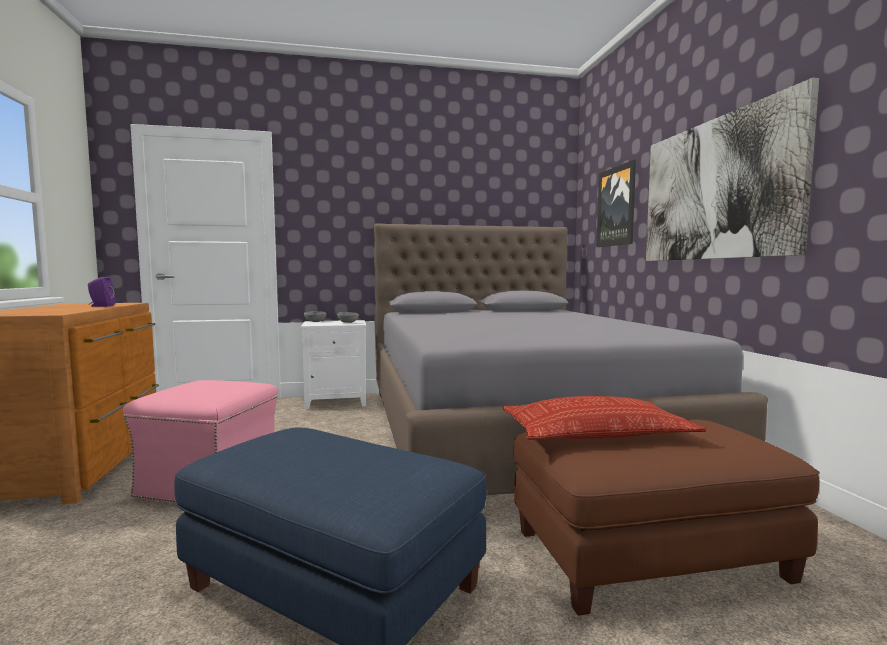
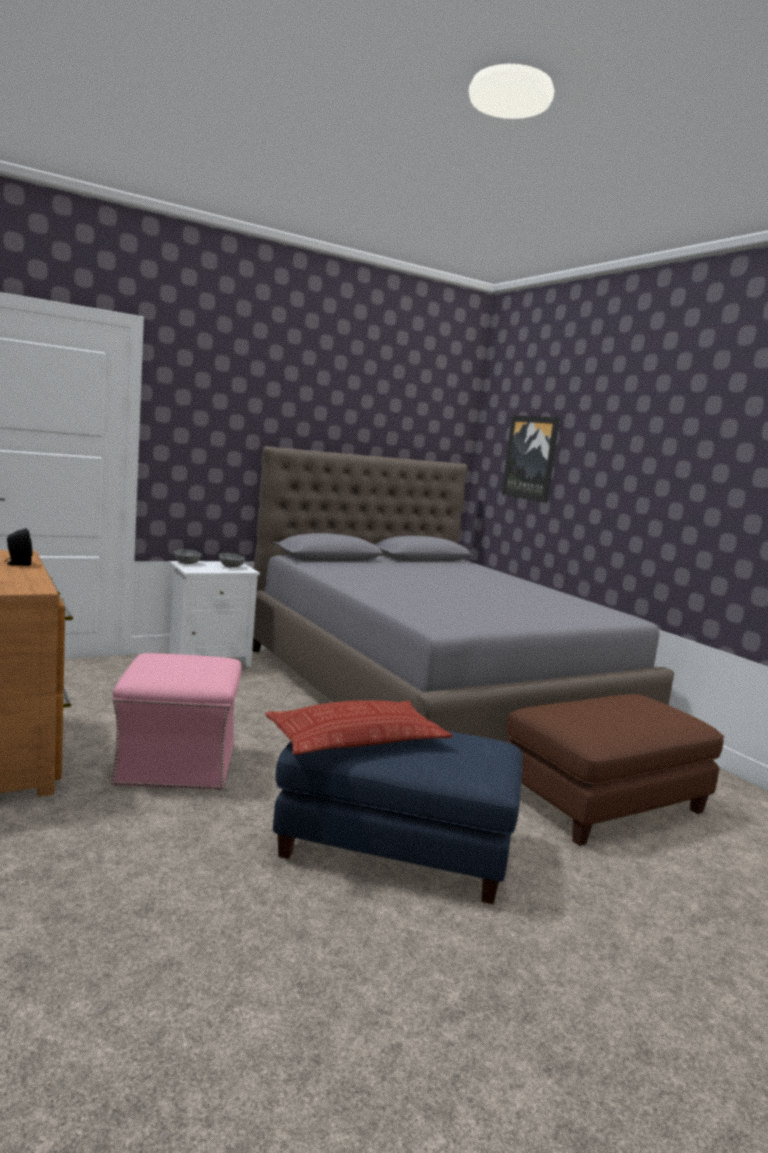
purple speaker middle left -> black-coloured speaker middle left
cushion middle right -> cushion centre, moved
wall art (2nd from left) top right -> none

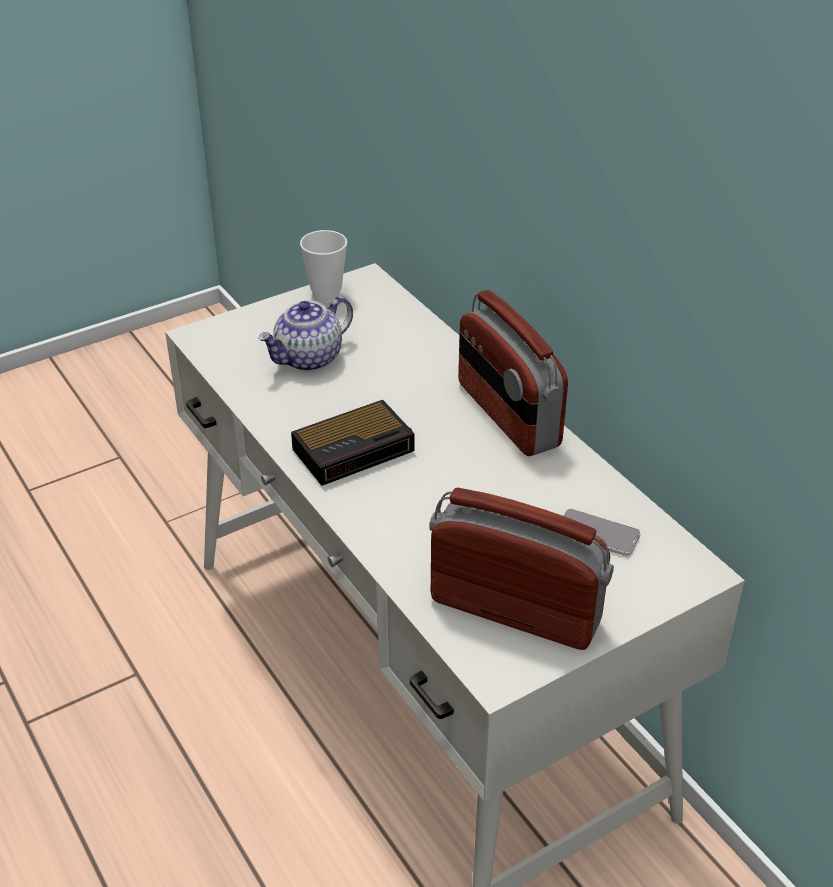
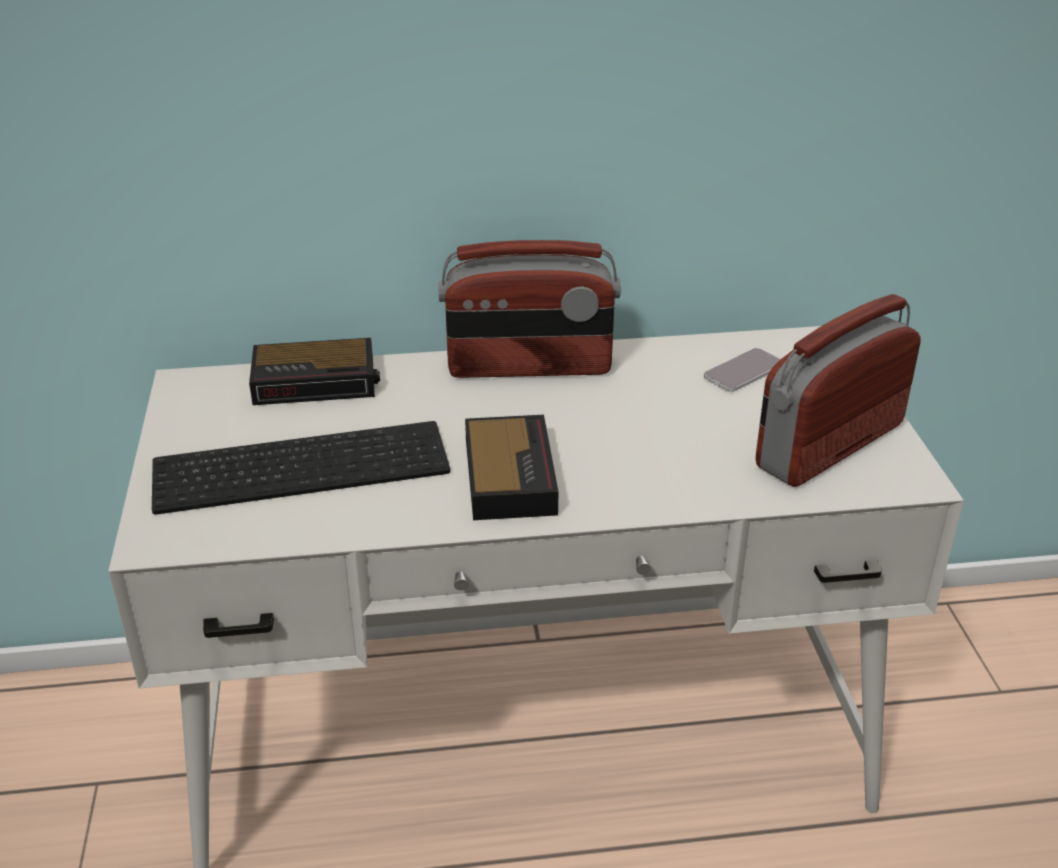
tea pot centre -> PC keyboard middle left
none -> table clock (1st from left) middle left
small cup top centre -> none

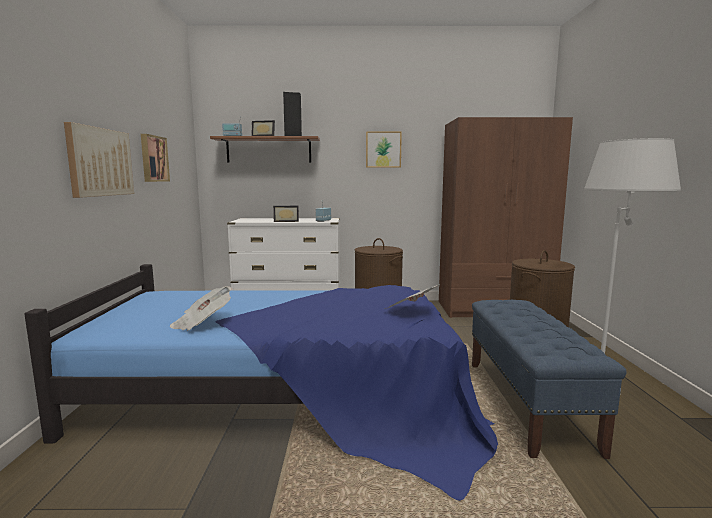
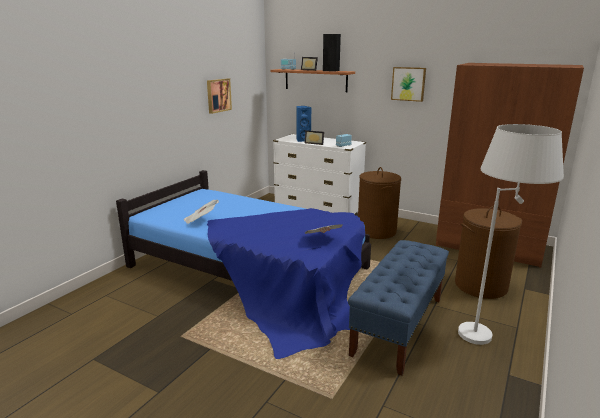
none -> blue-coloured speaker top centre
wall art (1st from left) top left -> none

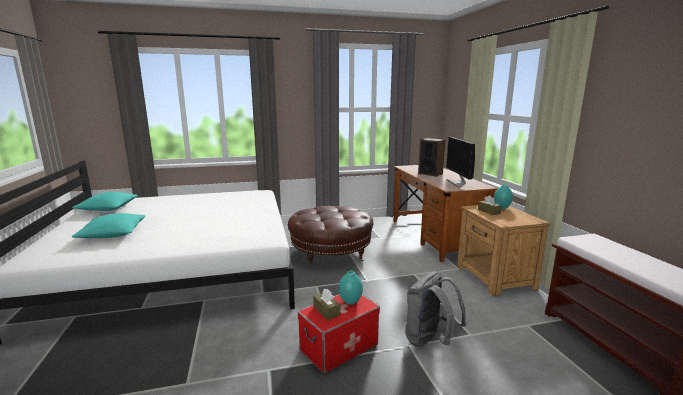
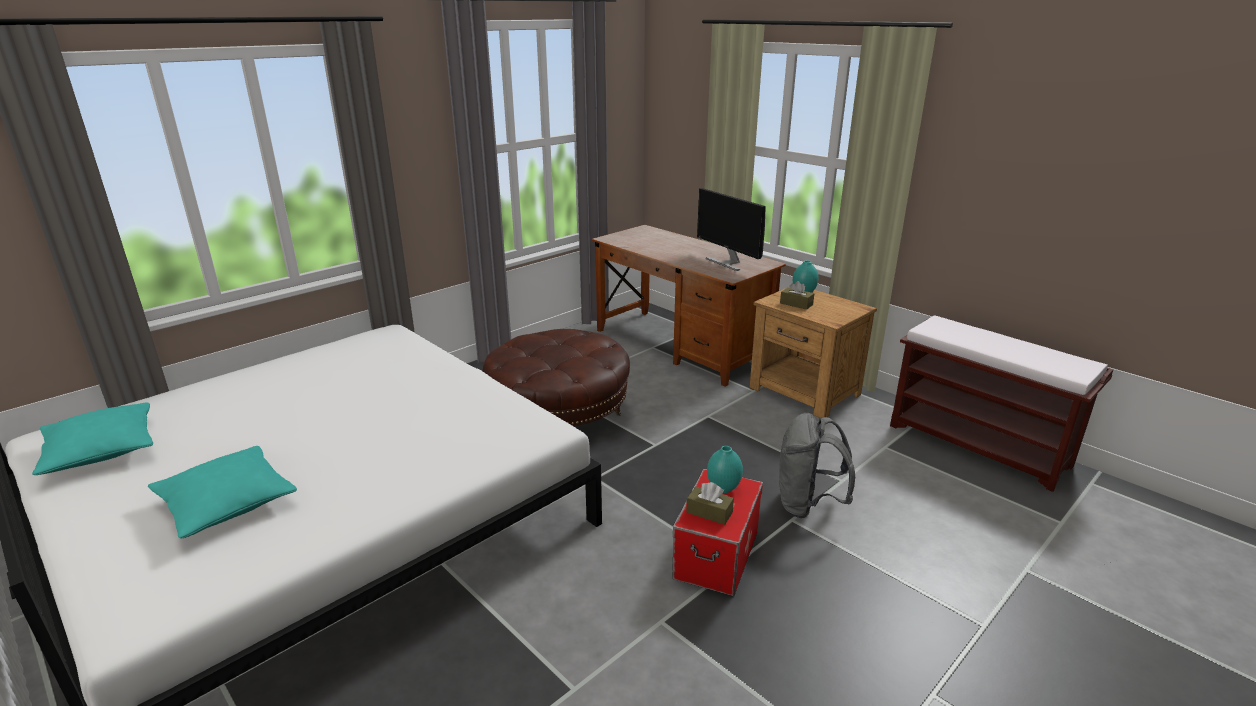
speaker centre -> none

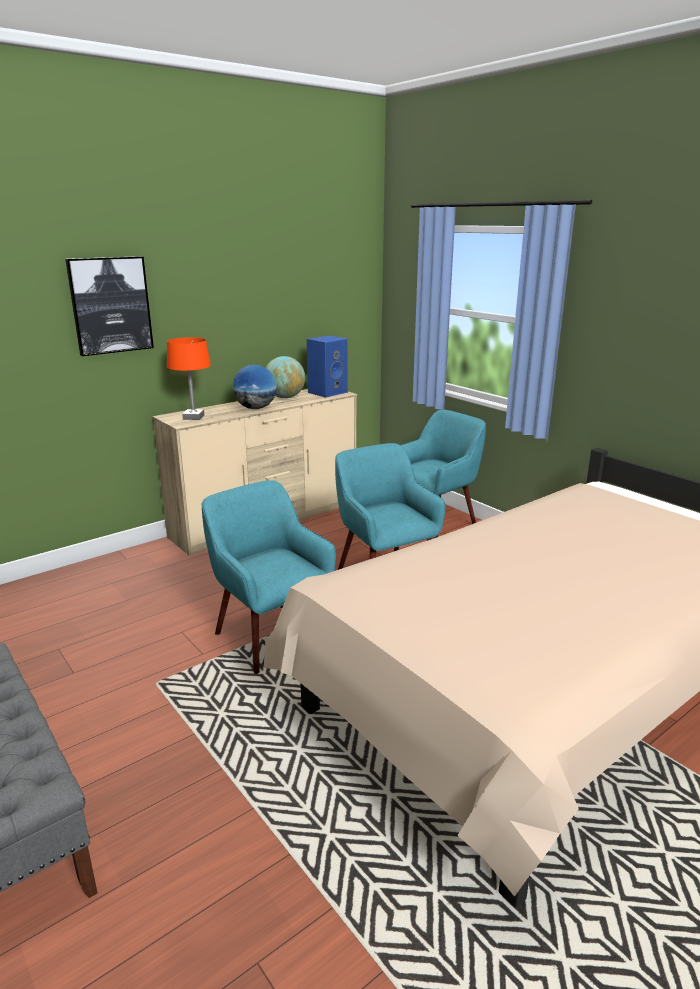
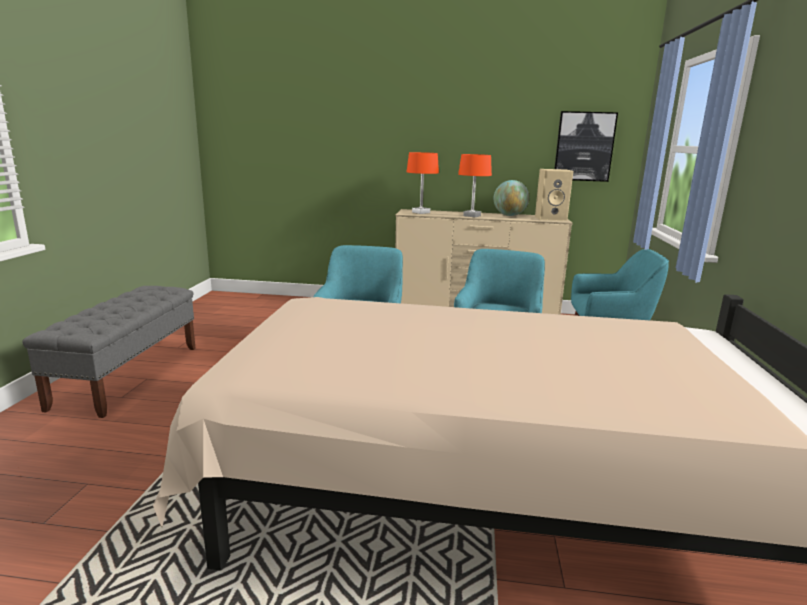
desk globe (1st from left) centre -> orange lamp for a table (2nd from left) top centre
blue-coloured speaker centre -> sand-coloured speaker top right
wall art top left -> wall art top right, moved

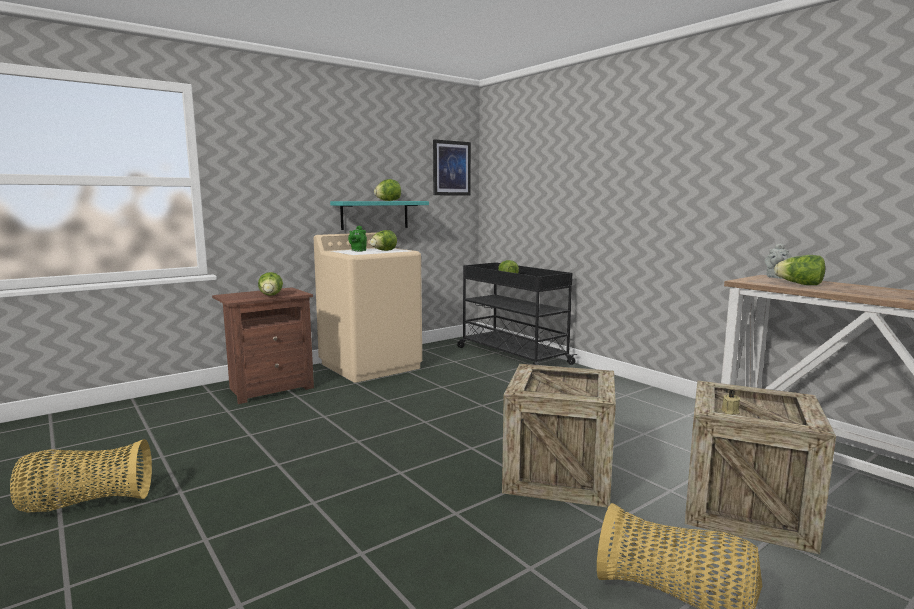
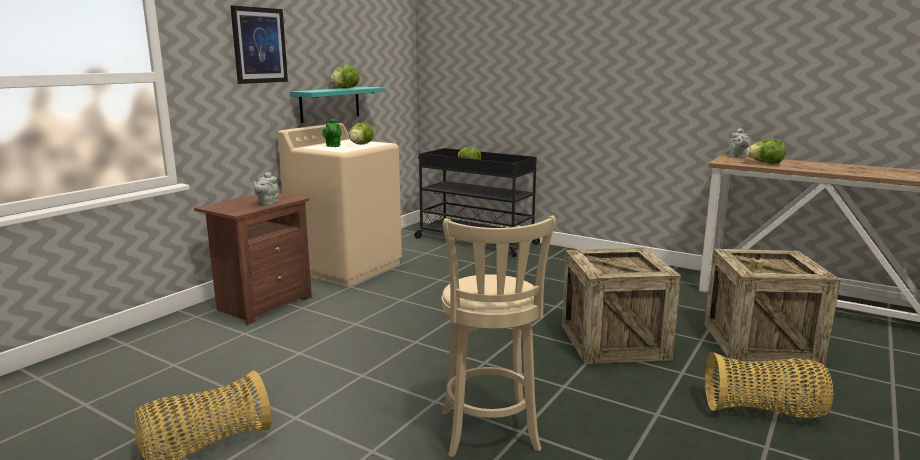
wall art top centre -> wall art top left, moved
head of lettuce (1st from left) middle left -> gray tea pot (1st from left) middle left
none -> sand-coloured stool bottom centre

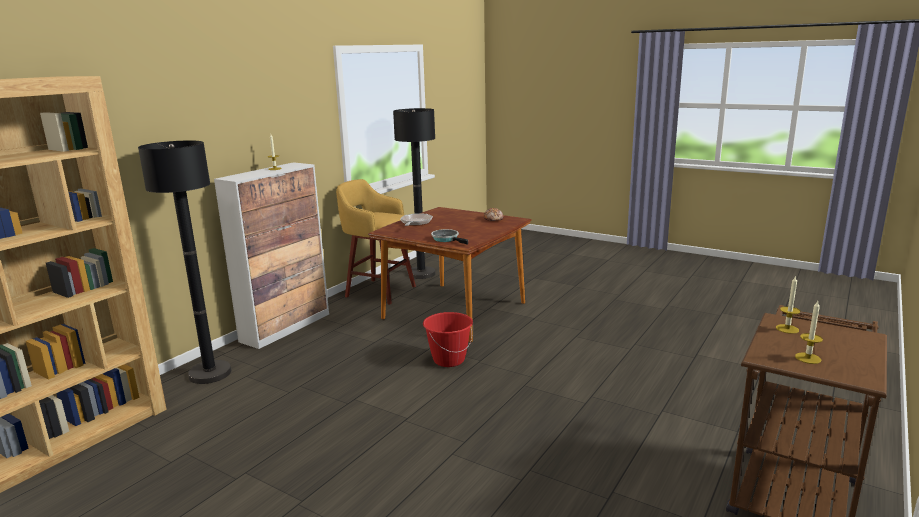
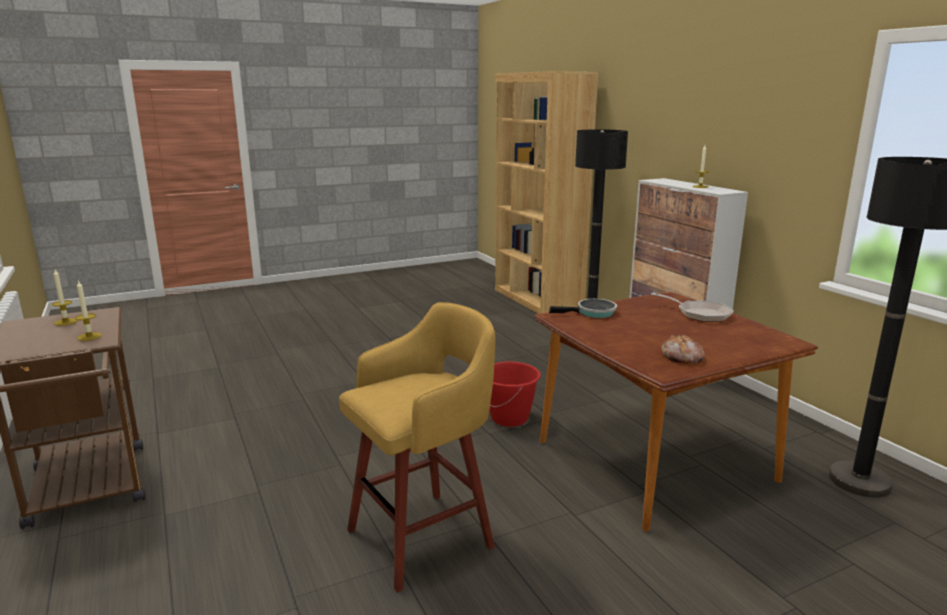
yellow stool centre -> yellow stool bottom centre, moved

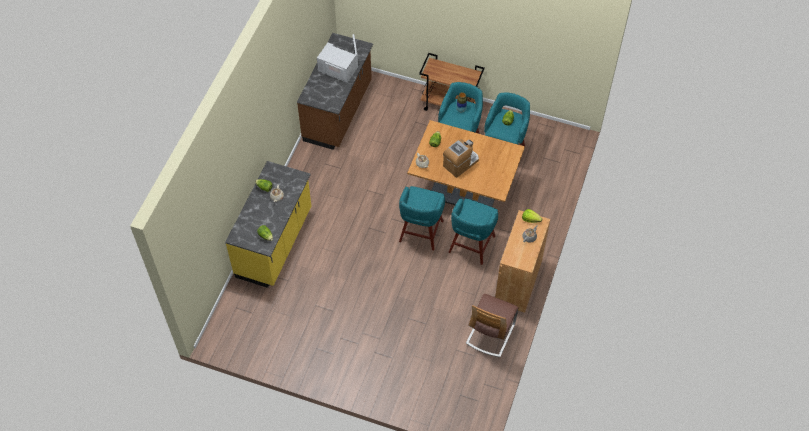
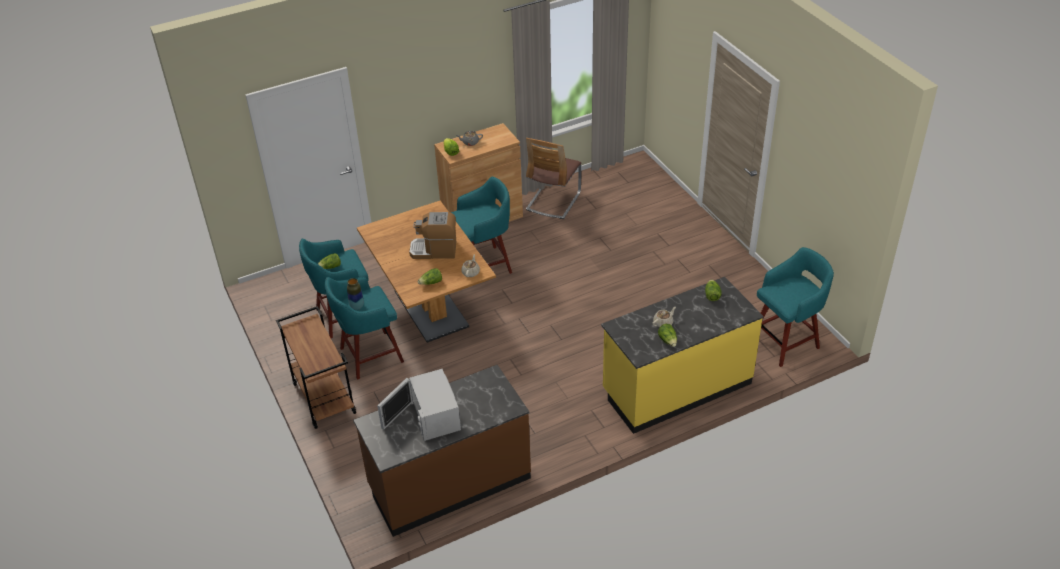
chair bottom centre -> chair top centre, 135 degrees clockwise
blue-green stool (1st from left in the first image) centre -> blue-green stool (4th from left) middle right, moved

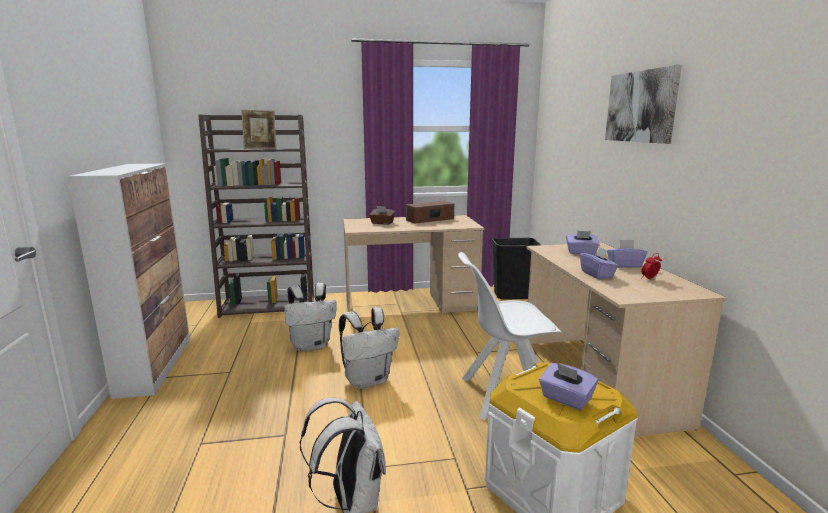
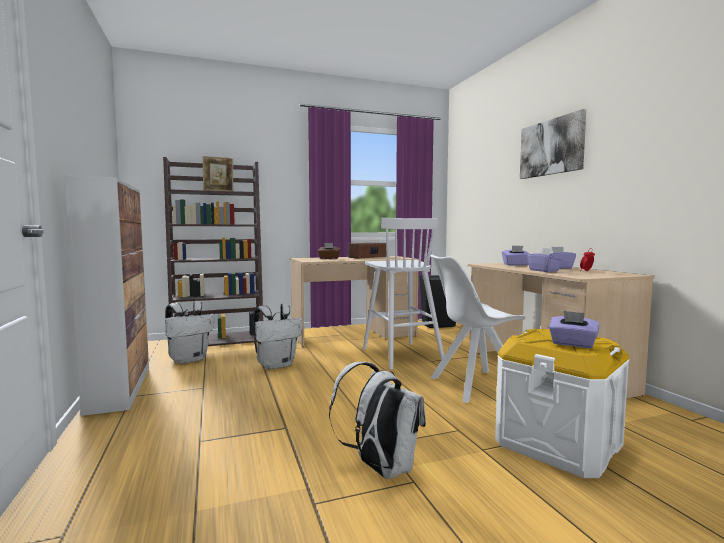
white knapsack (3rd from left in the first image) bottom centre -> white knapsack (1st from left) middle left, moved
none -> white stool centre

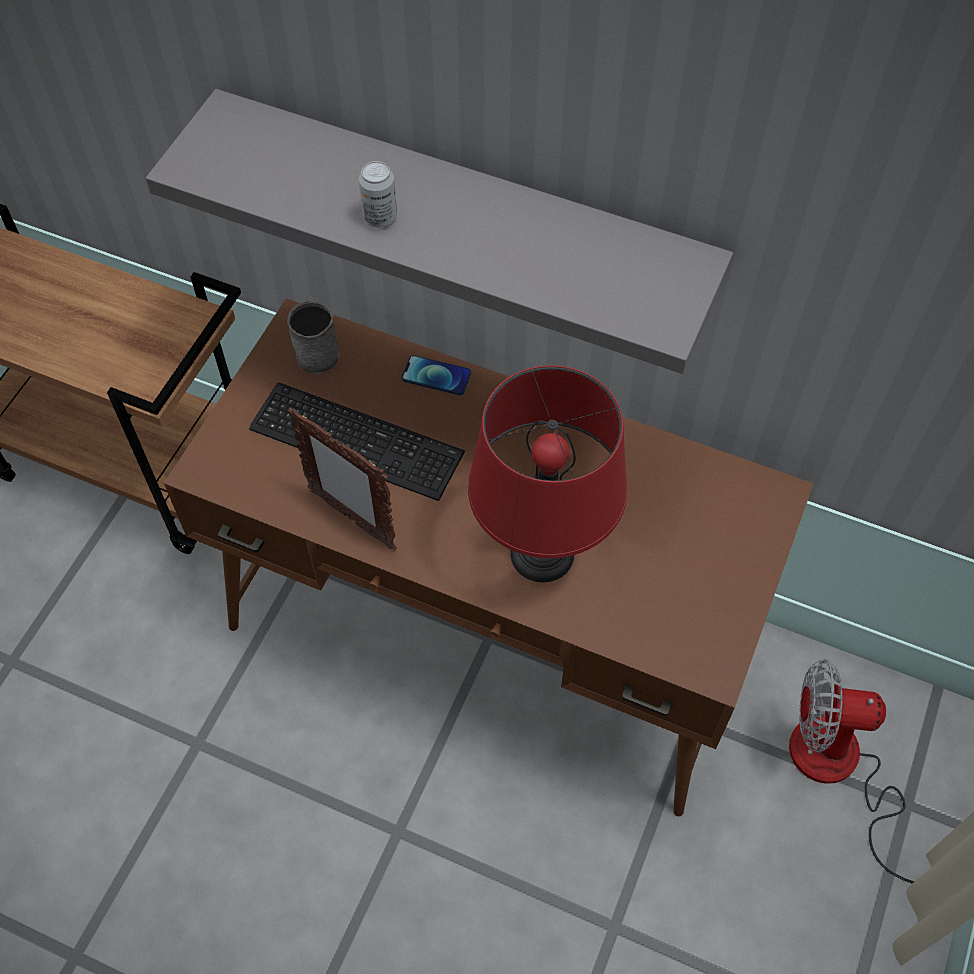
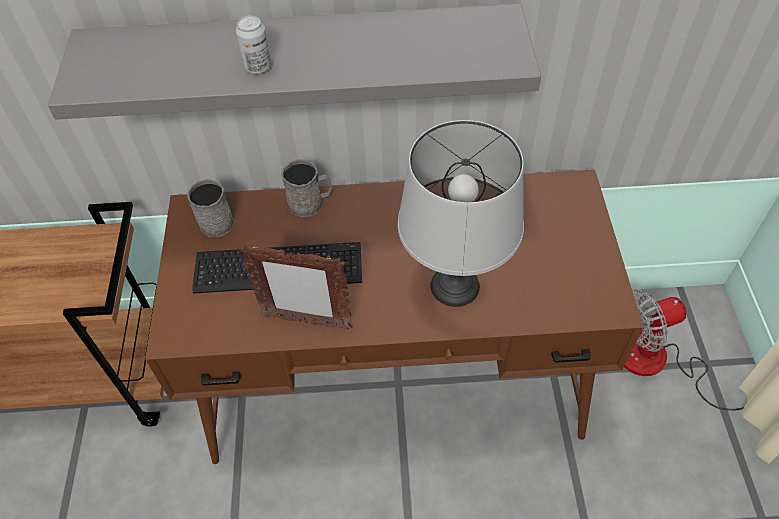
phone centre -> gray tea mug (2nd from left) centre
red-coloured lamp for a table centre -> gray lamp for a table centre

